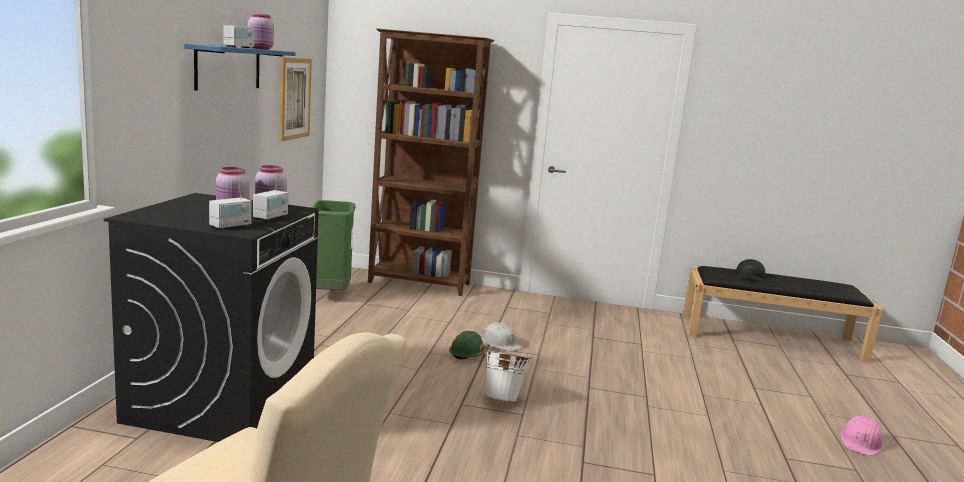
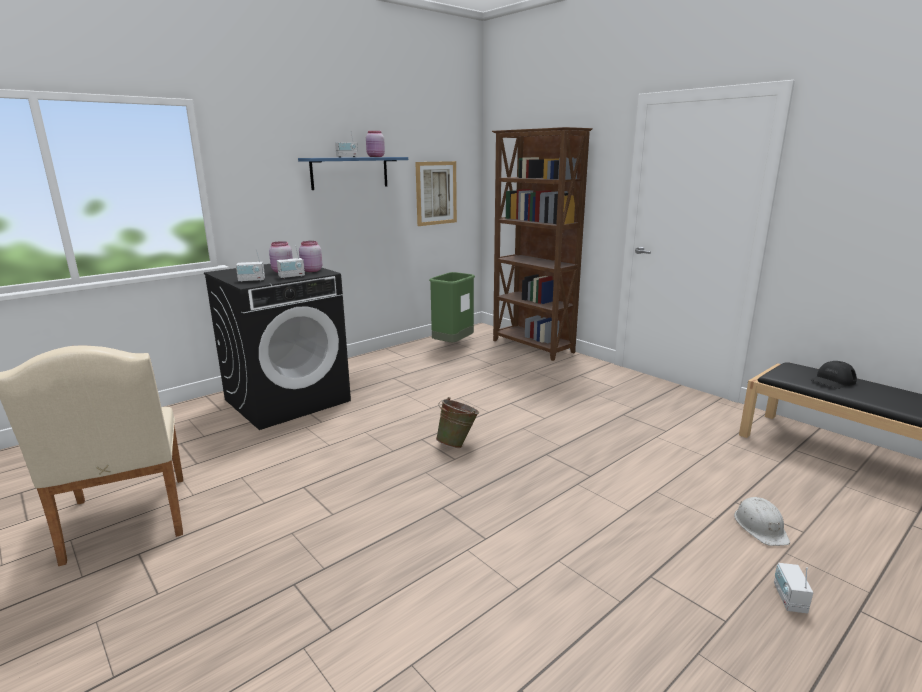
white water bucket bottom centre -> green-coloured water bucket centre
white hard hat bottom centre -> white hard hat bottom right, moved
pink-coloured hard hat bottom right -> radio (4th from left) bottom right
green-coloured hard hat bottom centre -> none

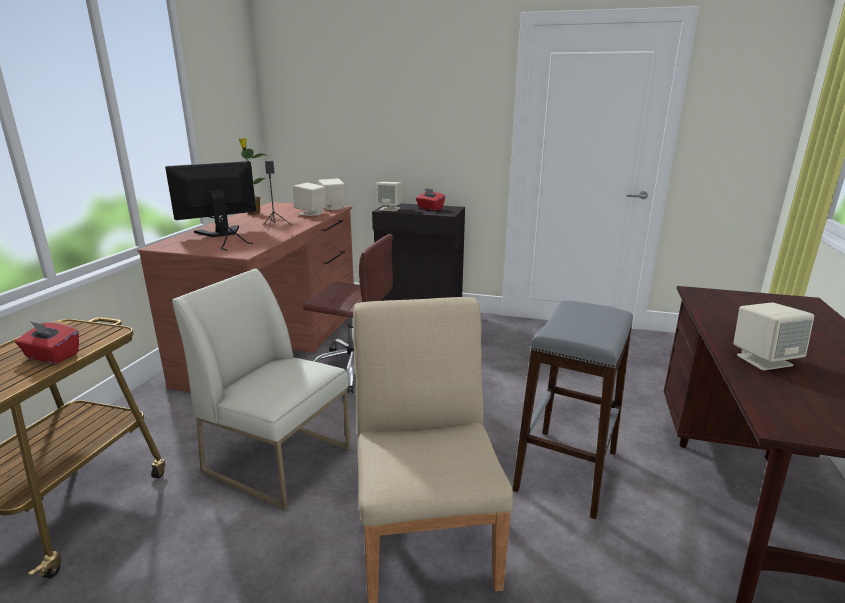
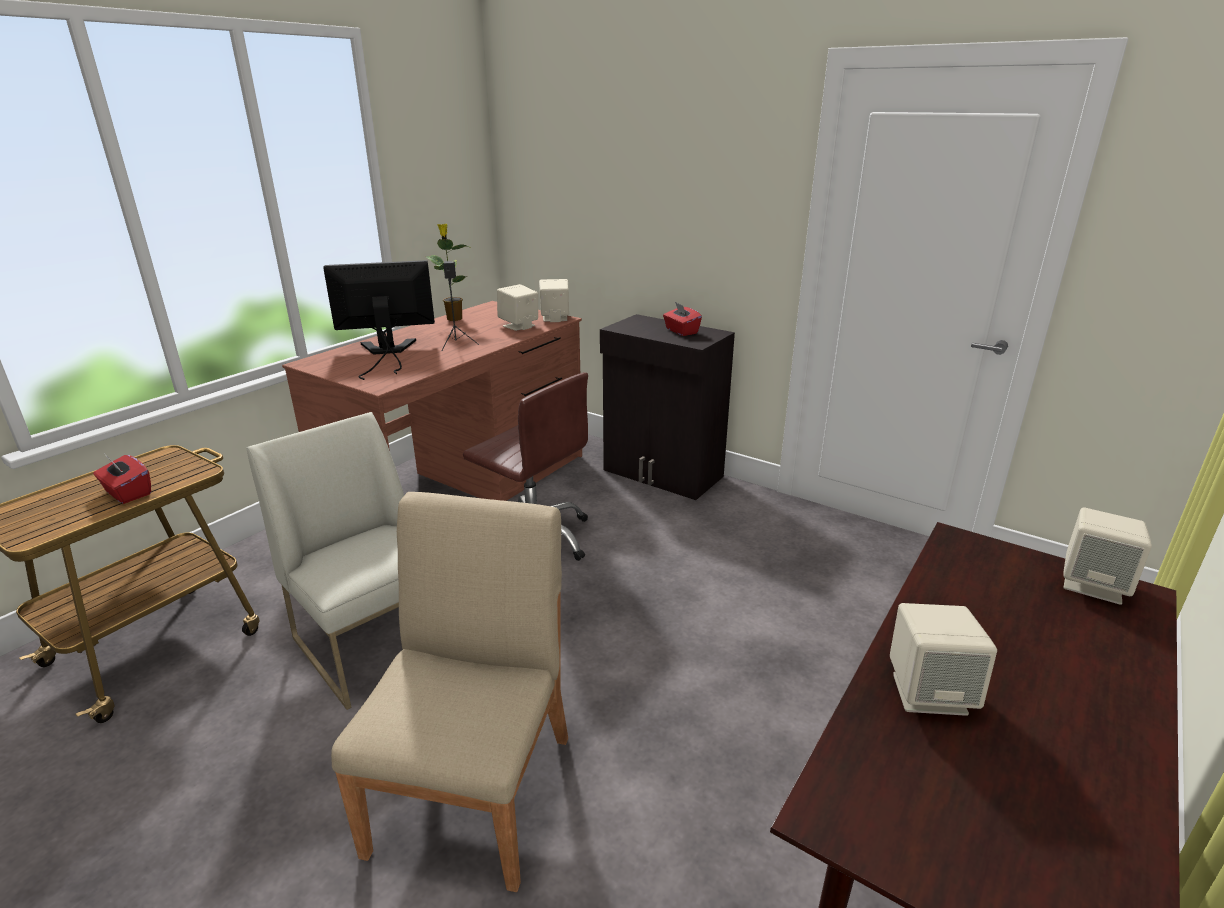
sand-coloured speaker (3rd from left in the first image) top centre -> sand-coloured speaker (4th from left) middle right, moved
gray stool bottom right -> none

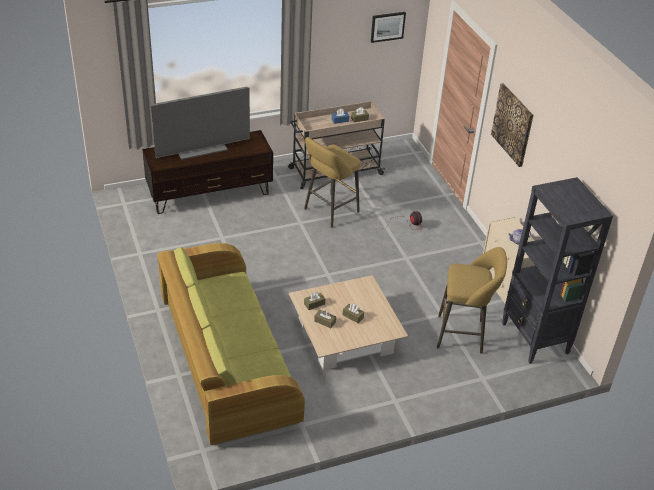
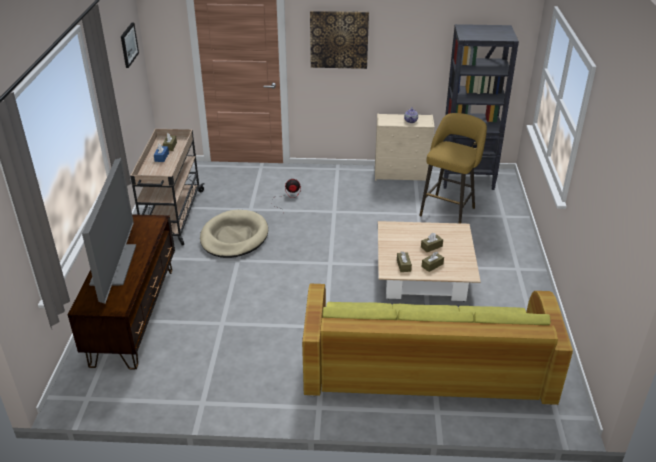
yellow stool (1st from left) centre -> sand-coloured pet bed centre

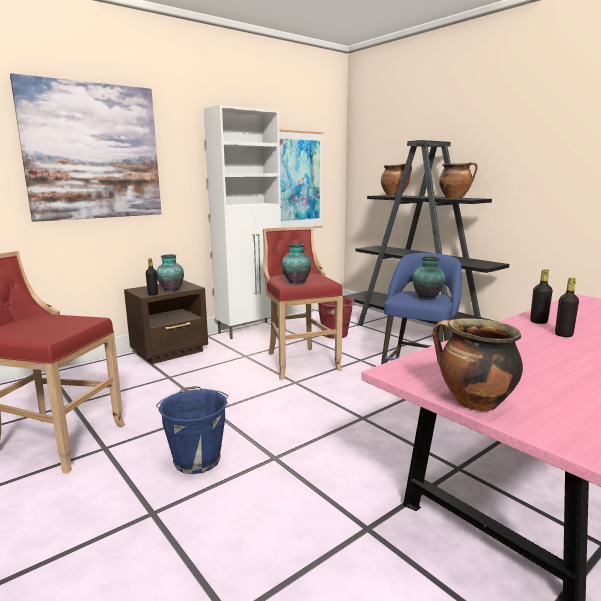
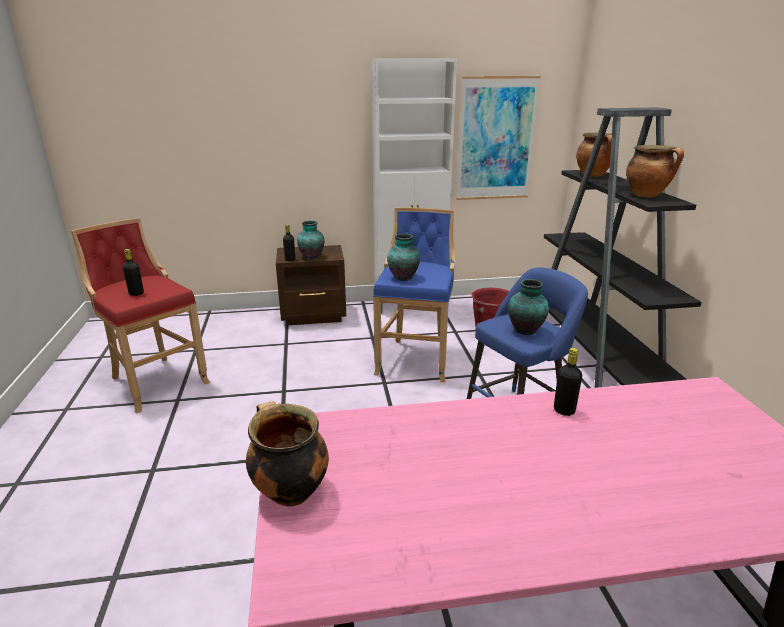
black-coloured bottle (3rd from left in the first image) middle right -> black-coloured bottle (1st from left) middle left, moved
red-coloured stool (2nd from left) centre -> blue-coloured stool (1st from left) centre
wall art (1st from left) top left -> none
blue-coloured water bucket bottom left -> none

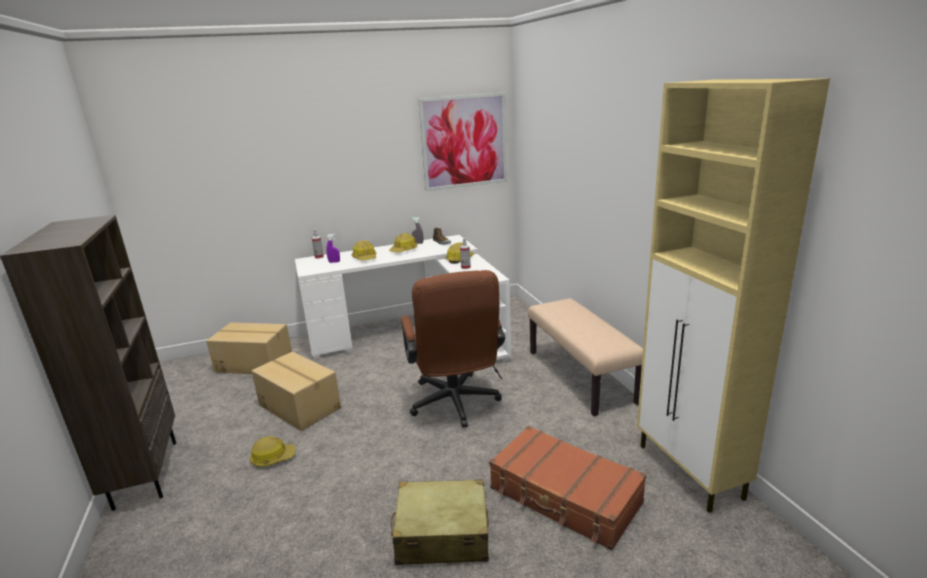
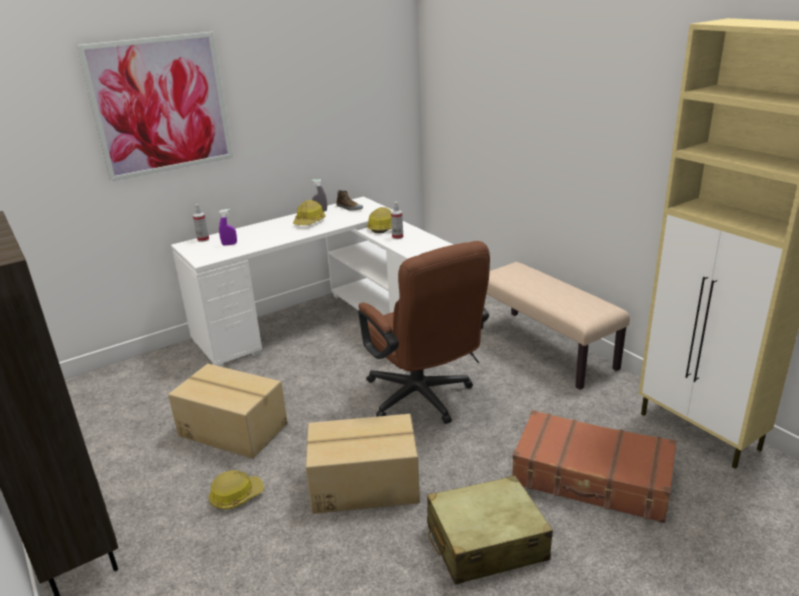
wall art top centre -> wall art top left, moved
carton (1st from left in the first image) middle left -> carton (2nd from left) bottom centre, moved
hard hat (2nd from left) centre -> none

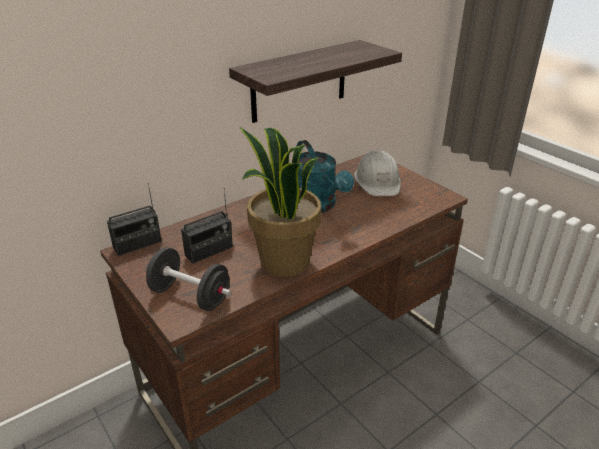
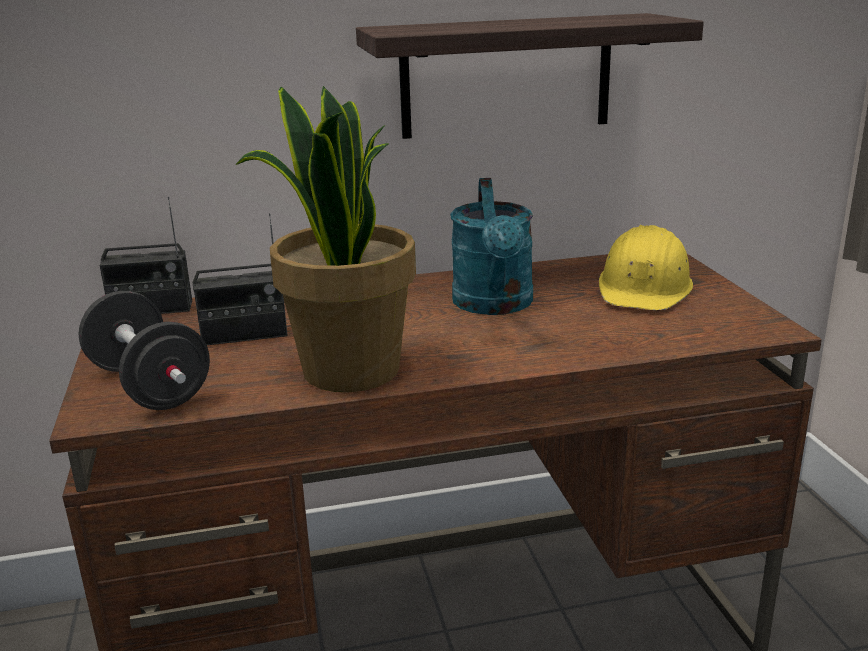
white hard hat centre -> yellow hard hat middle right

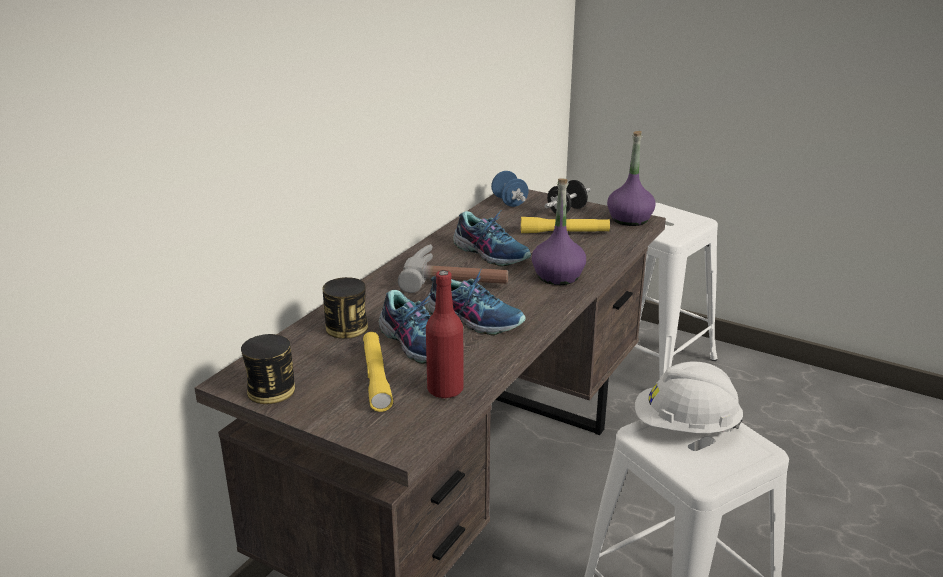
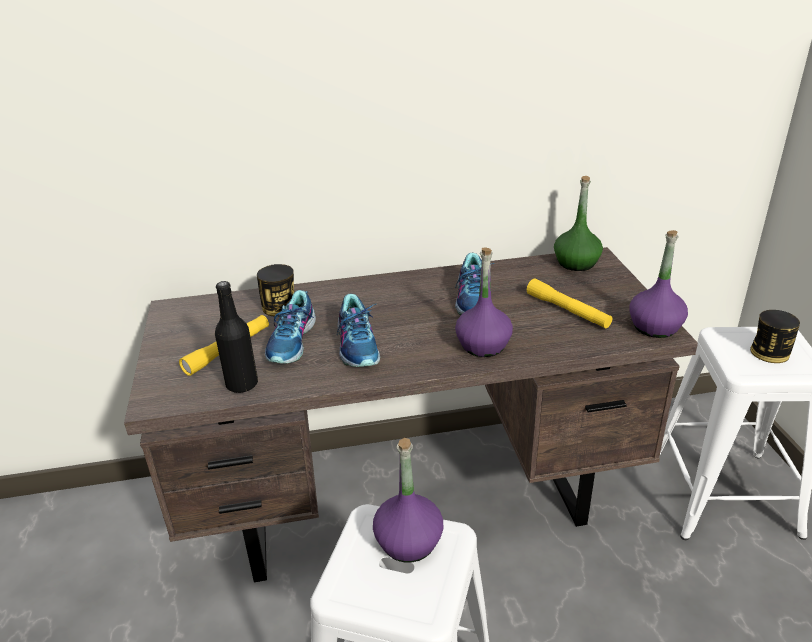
red-coloured bottle centre -> black-coloured bottle middle left
white hard hat bottom right -> purple bottle (1st from left) bottom centre
blue-coloured free weight top centre -> green-coloured bottle middle right
can (1st from left in the first image) middle left -> can (2nd from left) middle right, moved
hand hammer centre -> none
black-coloured free weight centre -> none

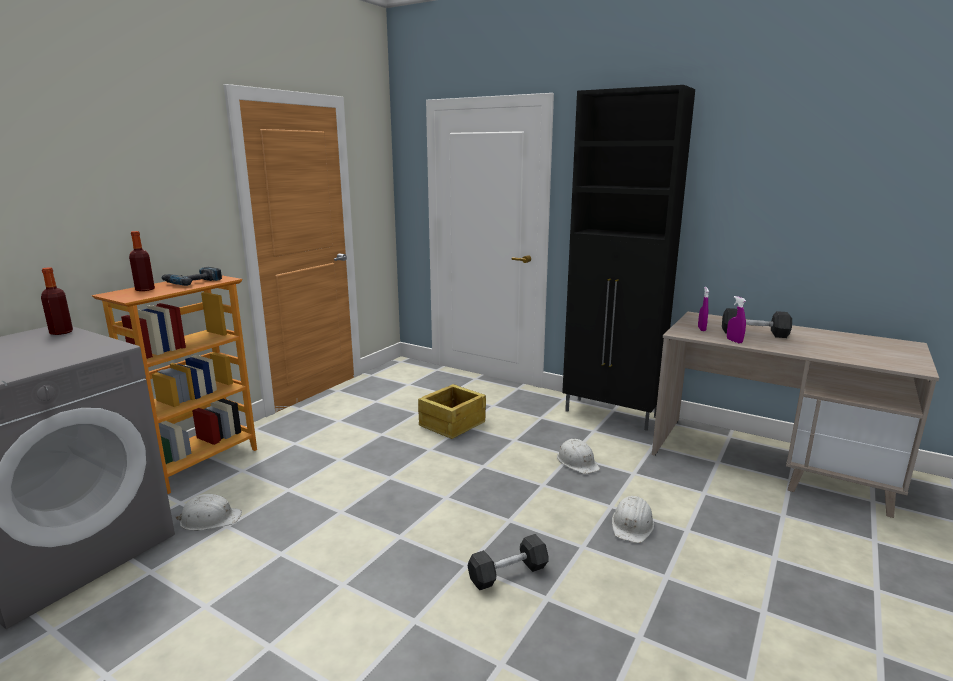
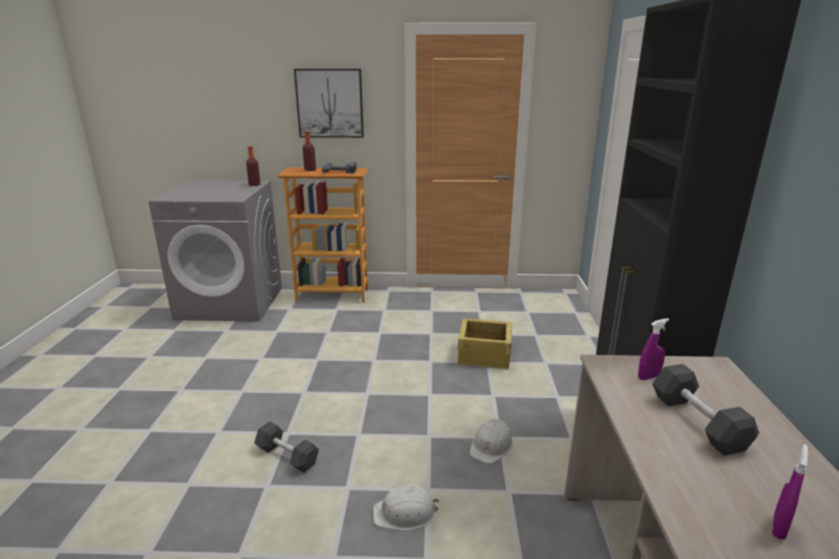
none -> wall art top centre
purple hand sprayer (2nd from left) middle right -> purple hand sprayer (2nd from left) bottom right, moved
white hard hat (1st from left) bottom left -> none

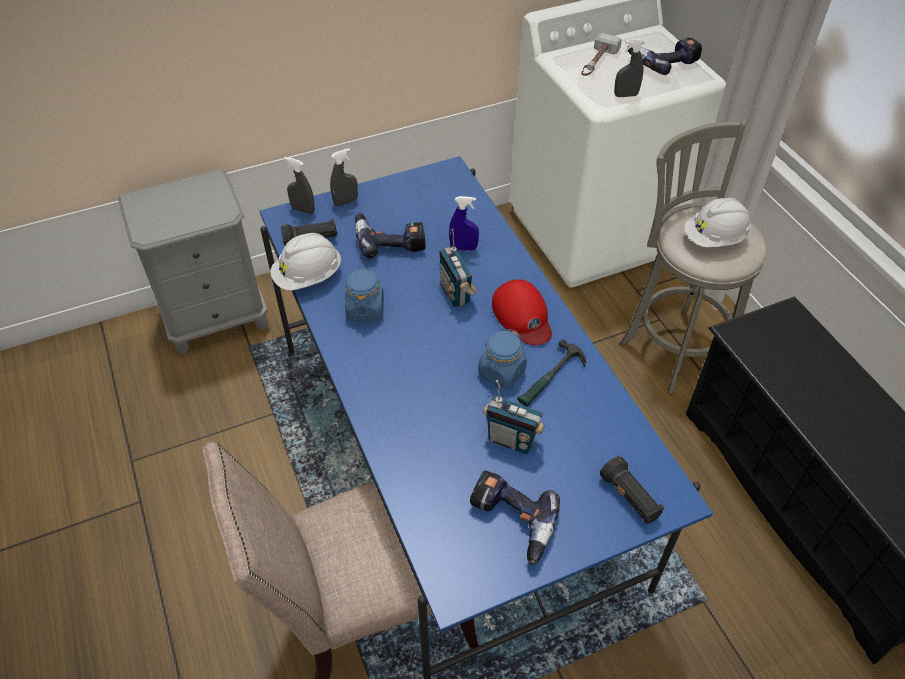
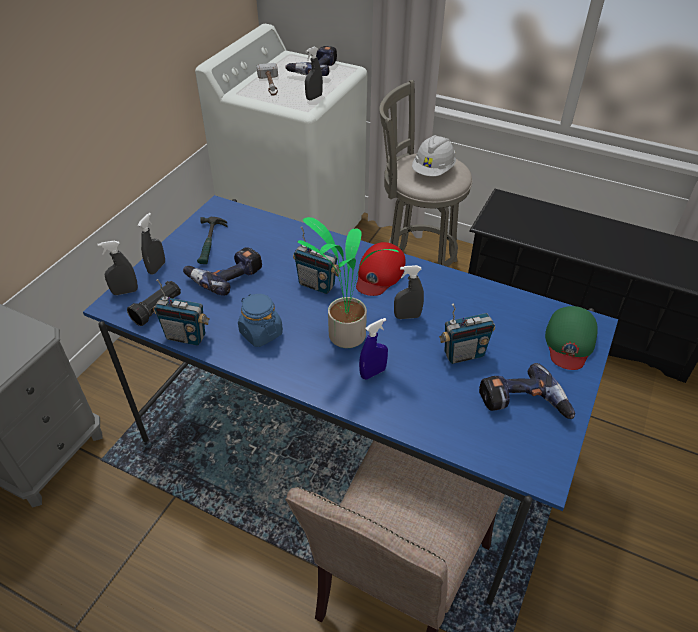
white hard hat (1st from left) centre -> radio (1st from left) middle left
hand hammer (1st from left) centre -> hand hammer (1st from left) middle left, moved
none -> houseplant centre
red-coloured peaked cap centre, 90 degrees clockwise
blue-coloured hand sprayer top centre -> blue-coloured hand sprayer centre, moved
blue-coloured preserve jar (2nd from left) centre -> gray hand sprayer (4th from left) centre
black-coloured flashlight (2nd from left) bottom right -> green-coloured peaked cap middle right

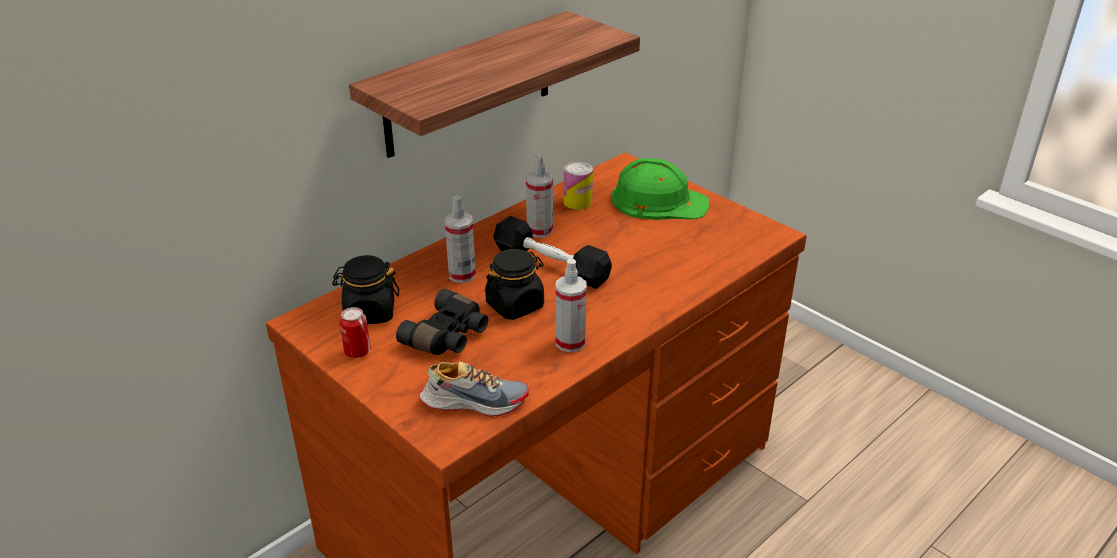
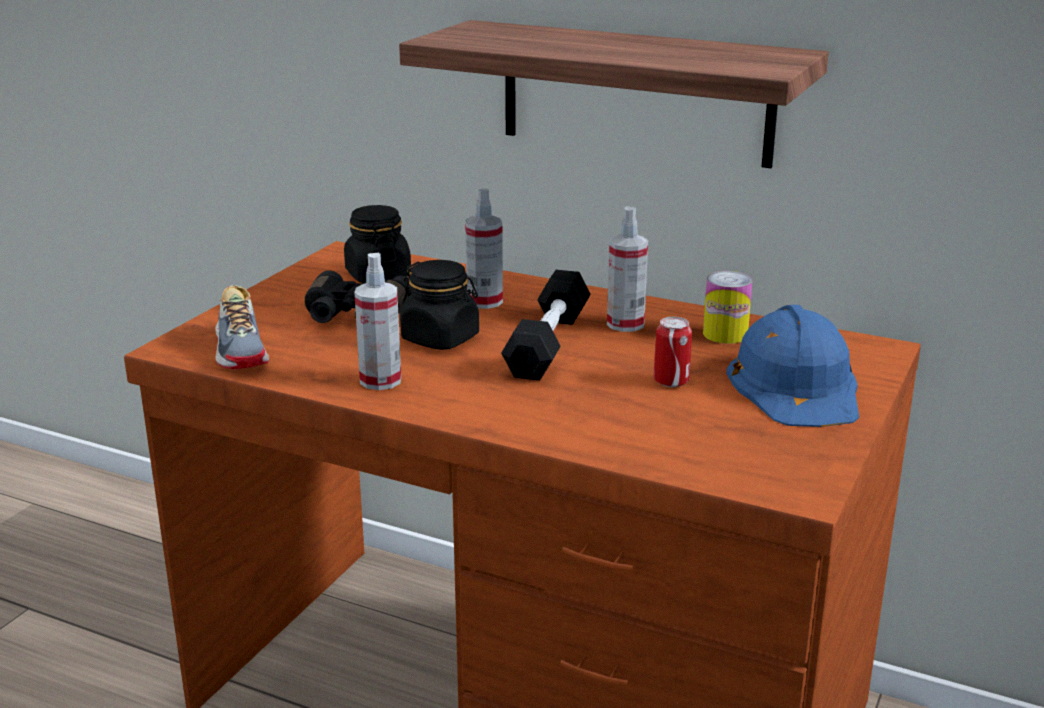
can (1st from left) middle left -> can (1st from left) centre, moved
green-coloured hard hat centre -> blue-coloured hard hat middle right

